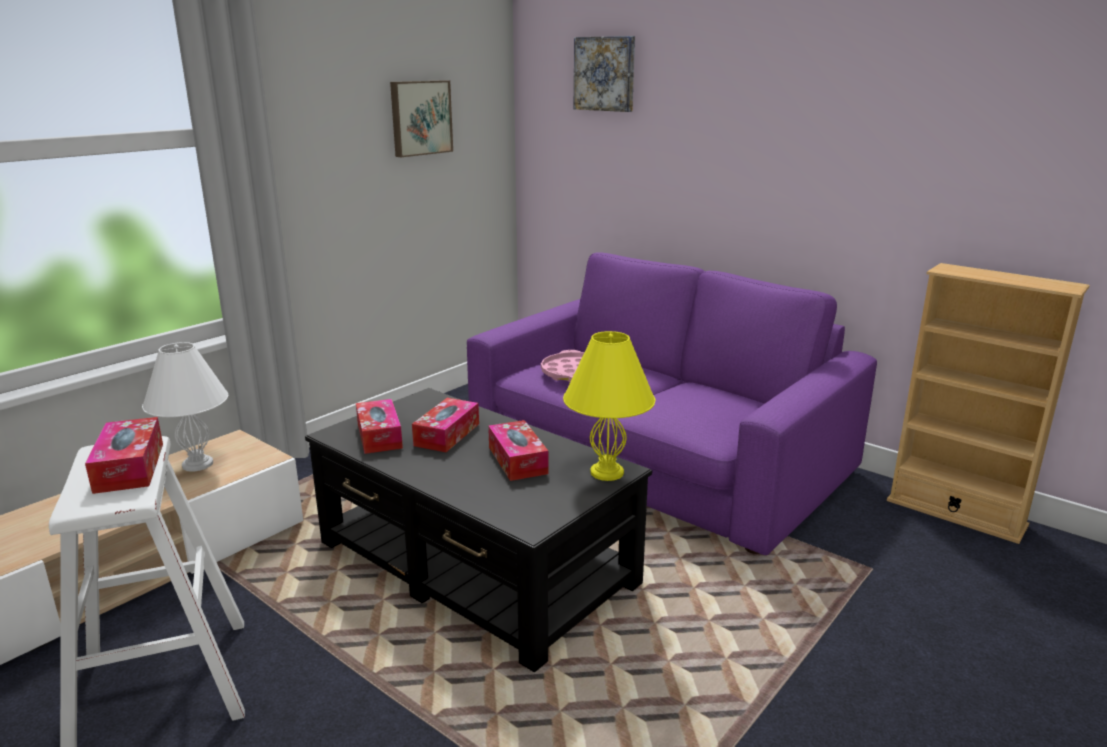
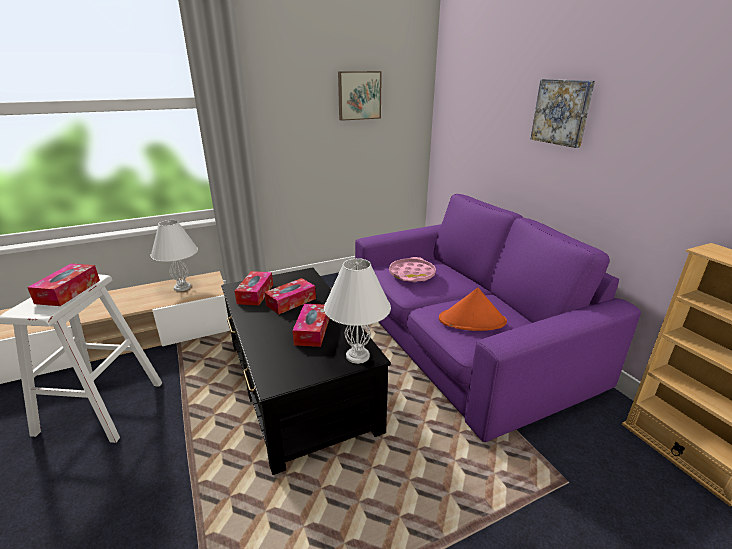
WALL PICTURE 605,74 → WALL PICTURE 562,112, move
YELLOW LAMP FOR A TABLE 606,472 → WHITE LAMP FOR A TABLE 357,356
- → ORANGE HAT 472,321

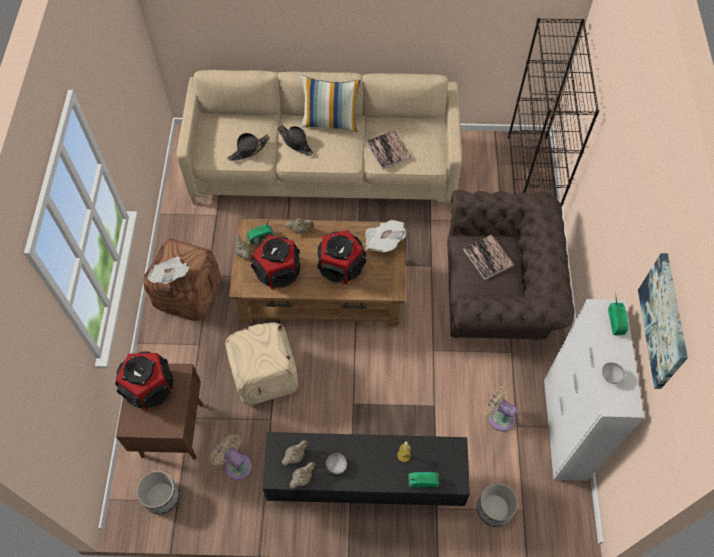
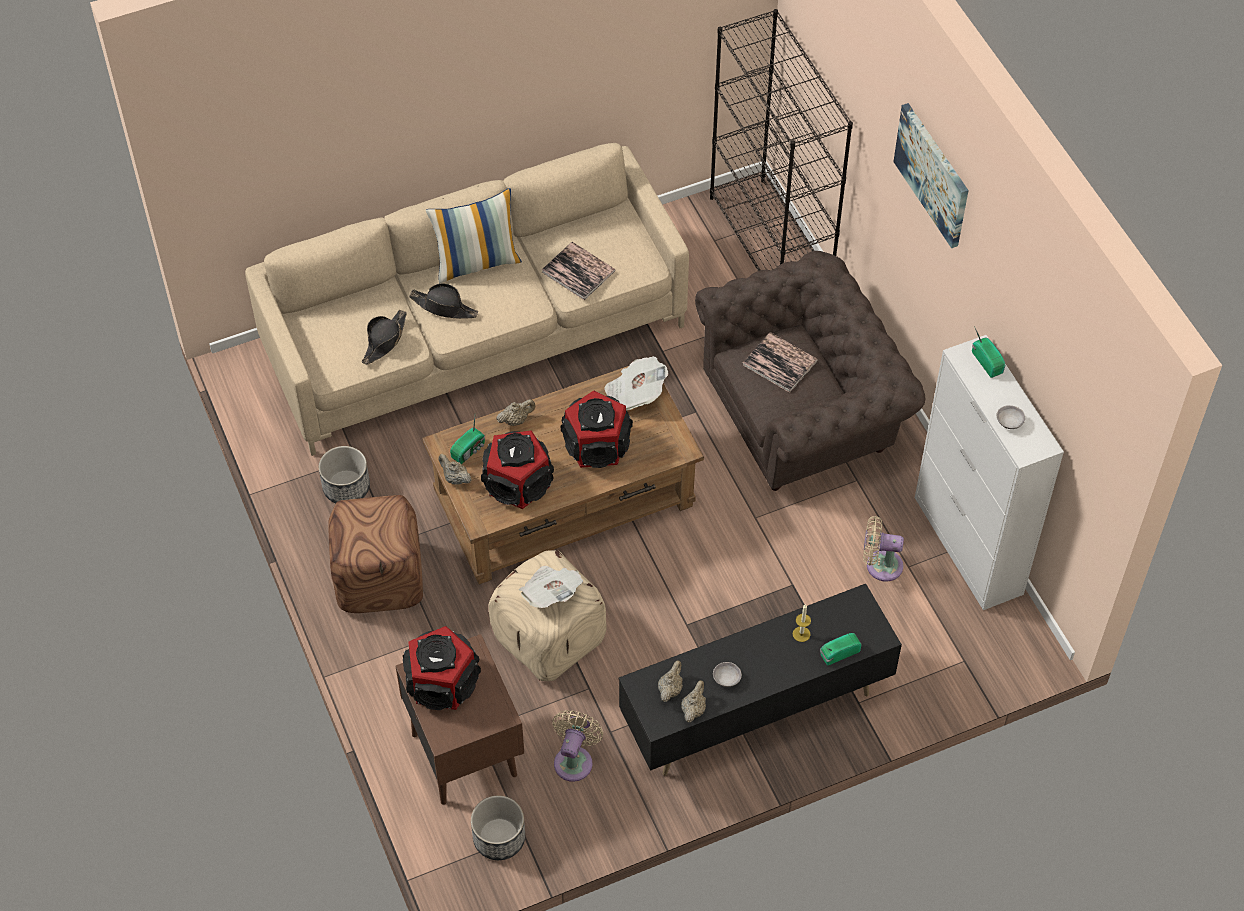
WALL PICTURE 664,321 → WALL PICTURE 933,174, move
DAILY PAPER 171,276 → DAILY PAPER 551,594, move
SAND-COLOURED FAN 236,464 → SAND-COLOURED FAN 574,760, 90 degrees clockwise
PLANT POT 494,509 → PLANT POT 346,487, move

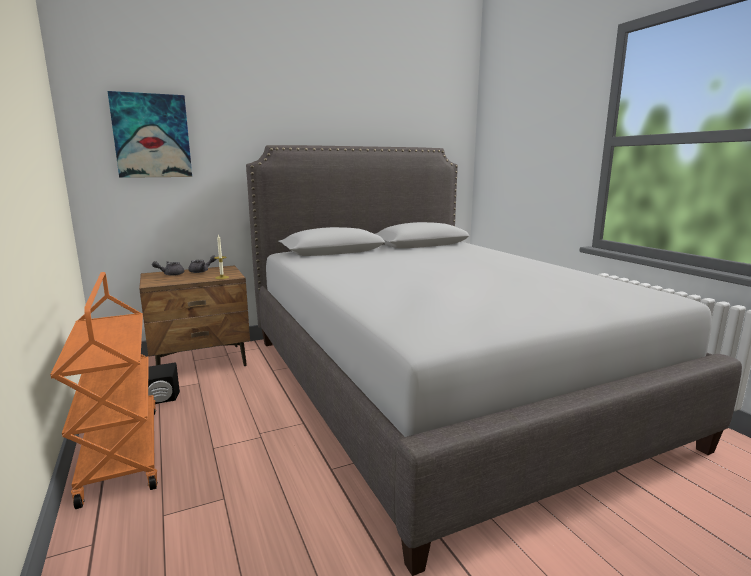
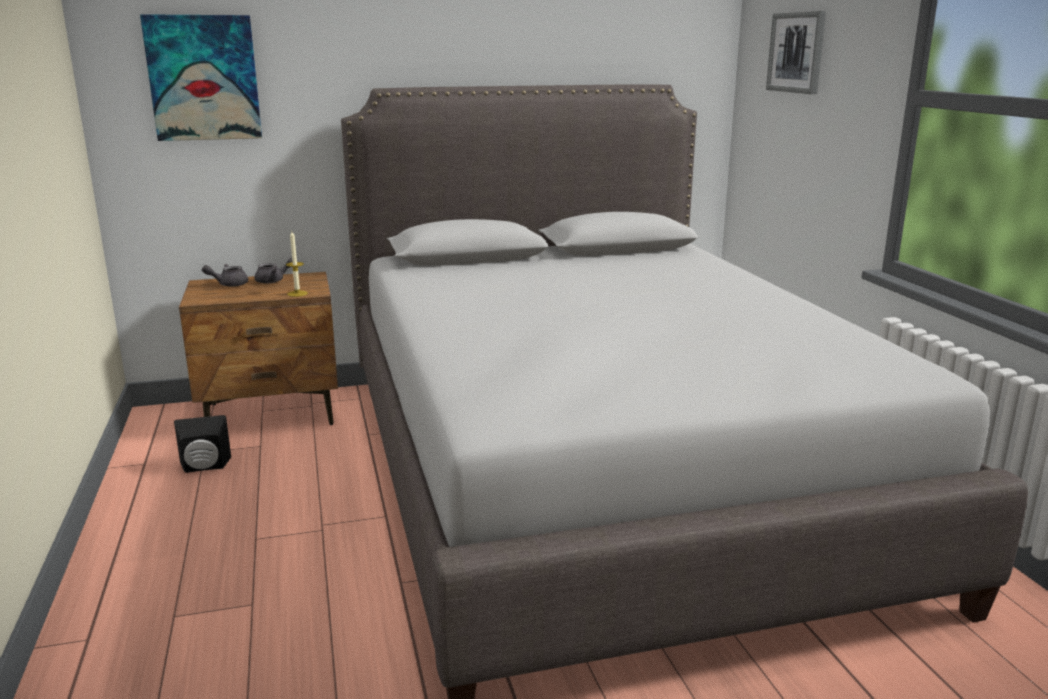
ORANGE TROLLEY 120,452 → -
- → WALL PICTURE 797,52

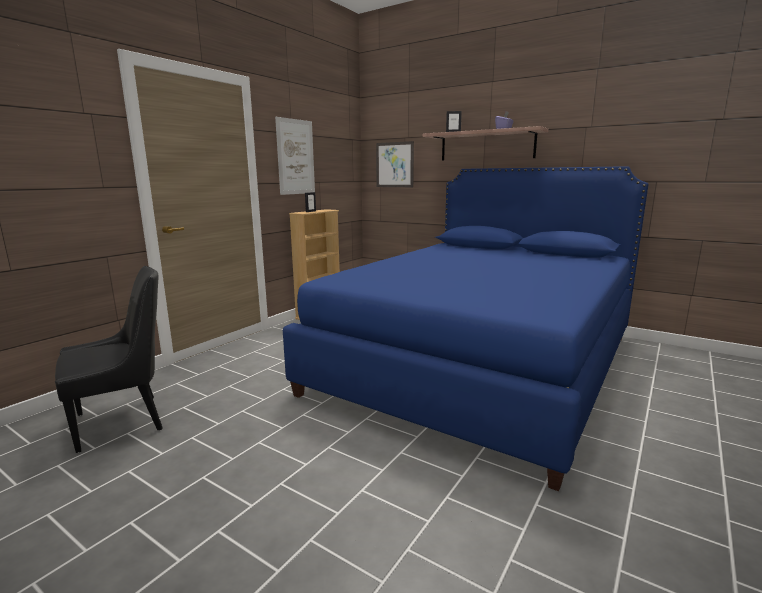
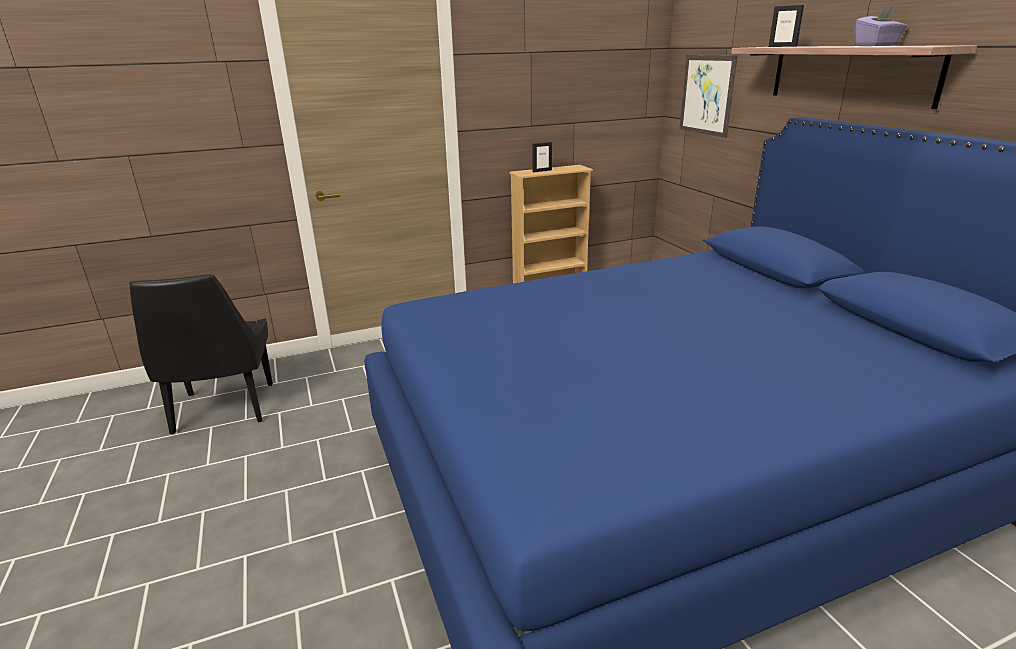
WALL PICTURE 295,157 → -
BLACK PLAIN CHAIR 124,421 → BLACK PLAIN CHAIR 223,410, 75 degrees clockwise

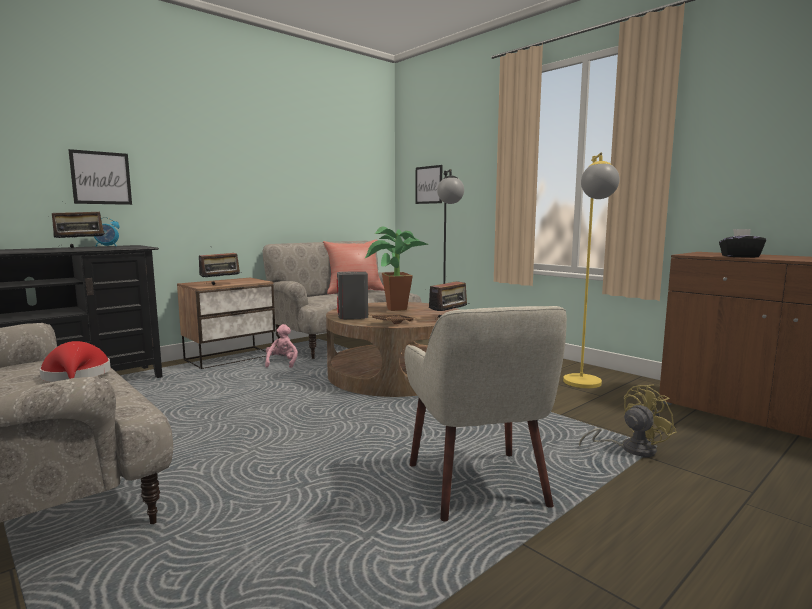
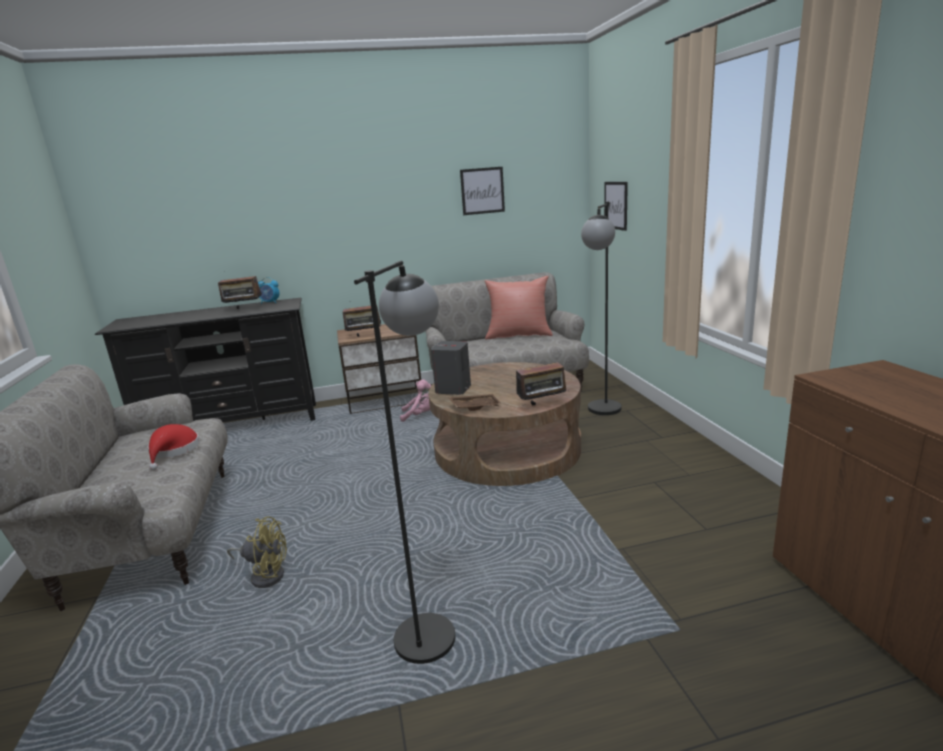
WALL PICTURE 101,178 → WALL PICTURE 482,191, move
YELLOW FLOOR LAMP 584,386 → -
POTTED PLANT 395,310 → -
BLACK TISSUE HOLDER 740,256 → -
SAND-COLOURED EASY CHAIR 478,486 → BLACK FLOOR LAMP 432,623
PINKISH CUDDLY TOY 282,363 → PINKISH CUDDLY TOY 419,415, 60 degrees clockwise
YELLOW FAN 630,449 → YELLOW FAN 265,575, move

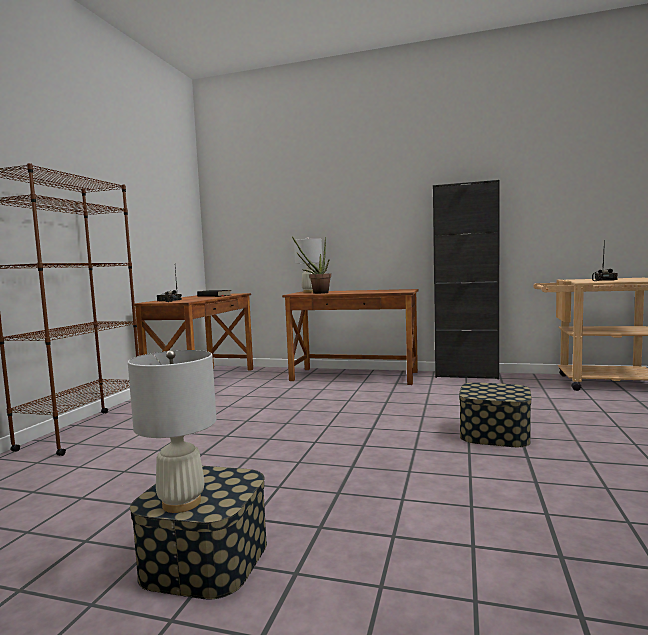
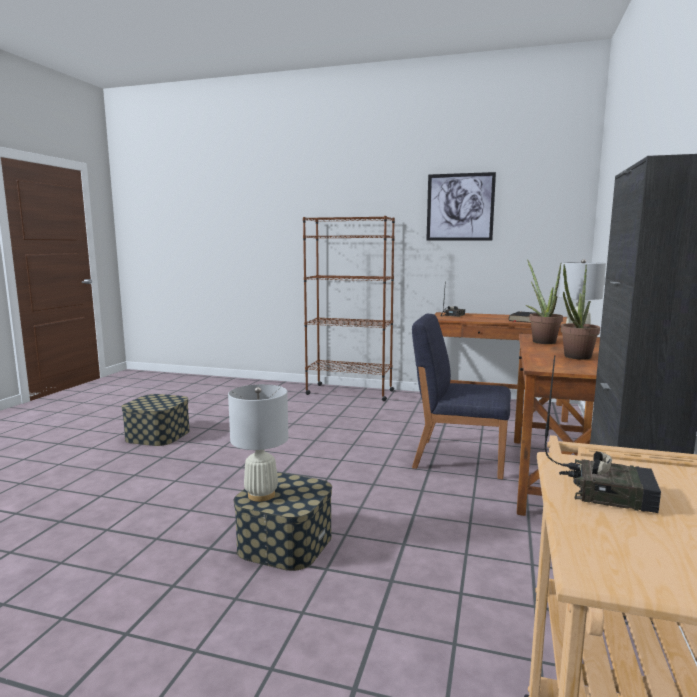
WHITE LAMP FOR A TABLE 181,503 → WHITE LAMP FOR A TABLE 261,495, move
- → WALL PICTURE 460,207
- → POTTED PLANT 574,357
- → BLUISH PLAIN CHAIR 458,458

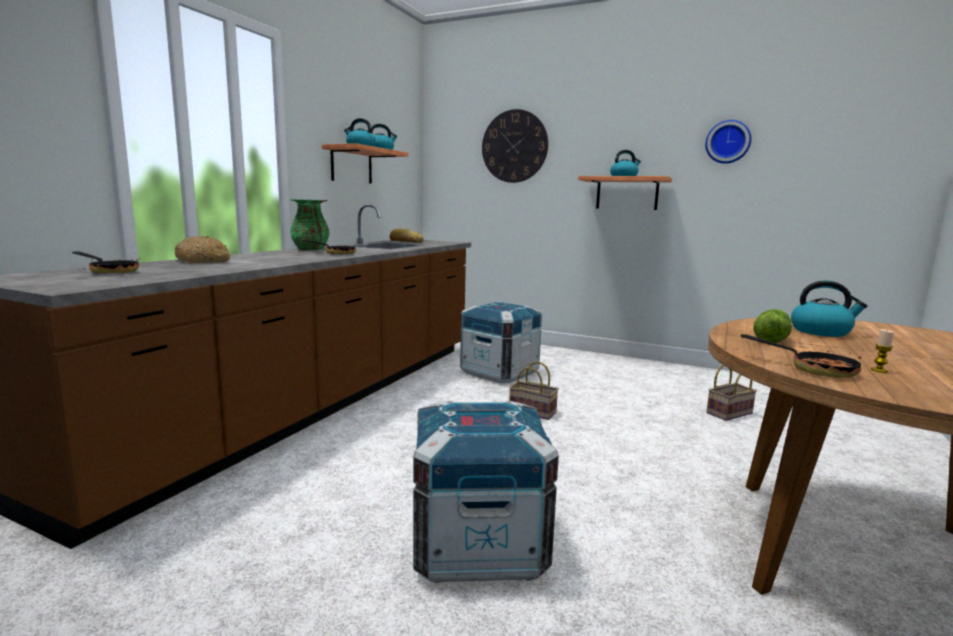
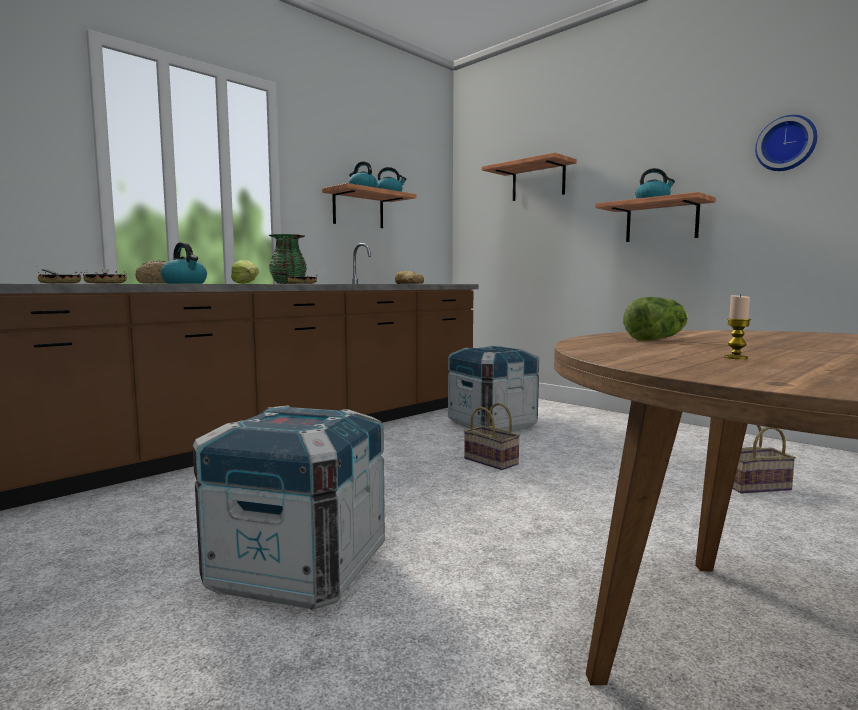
WALL CLOCK 514,146 → BRACKET SHELF 538,181
TEA KETTLE 821,331 → TEA KETTLE 185,283, move
SKILLET 813,369 → SKILLET 106,283, move
- → LETTUCE HEAD 247,283

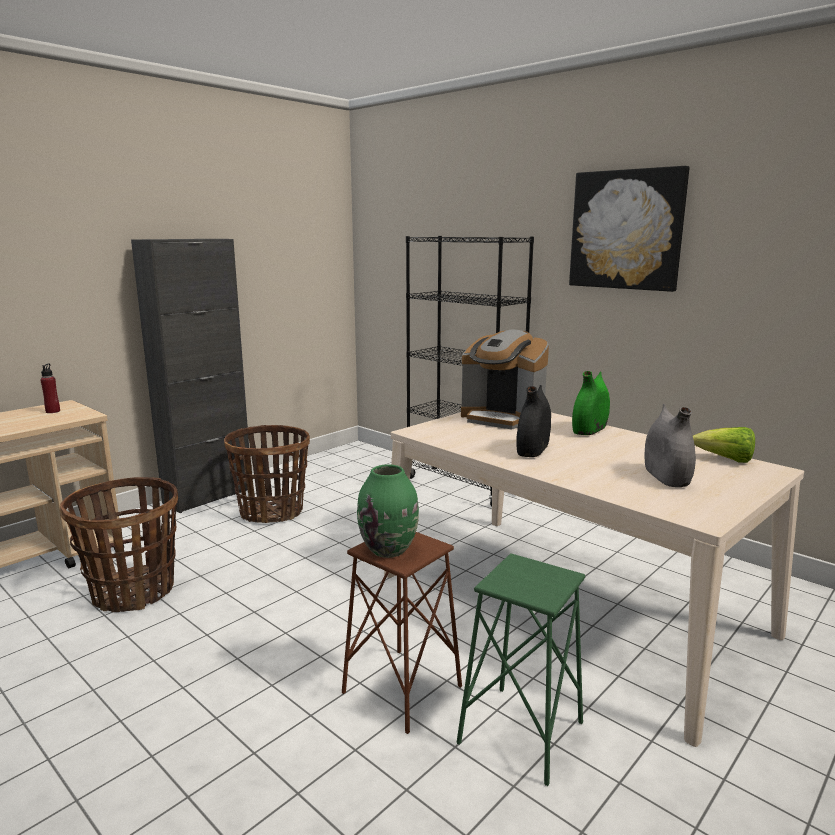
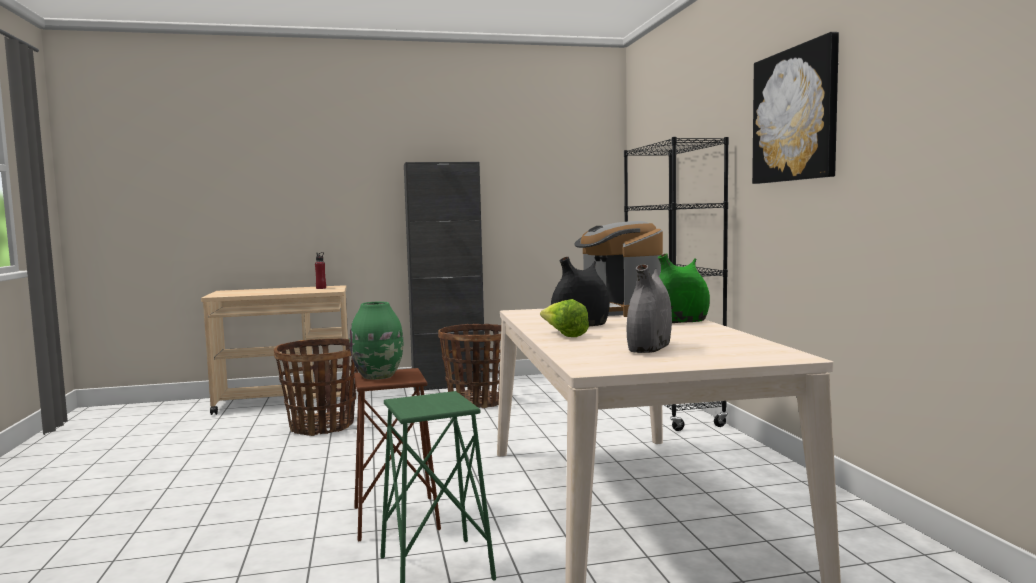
LETTUCE HEAD 725,460 → LETTUCE HEAD 564,335, move

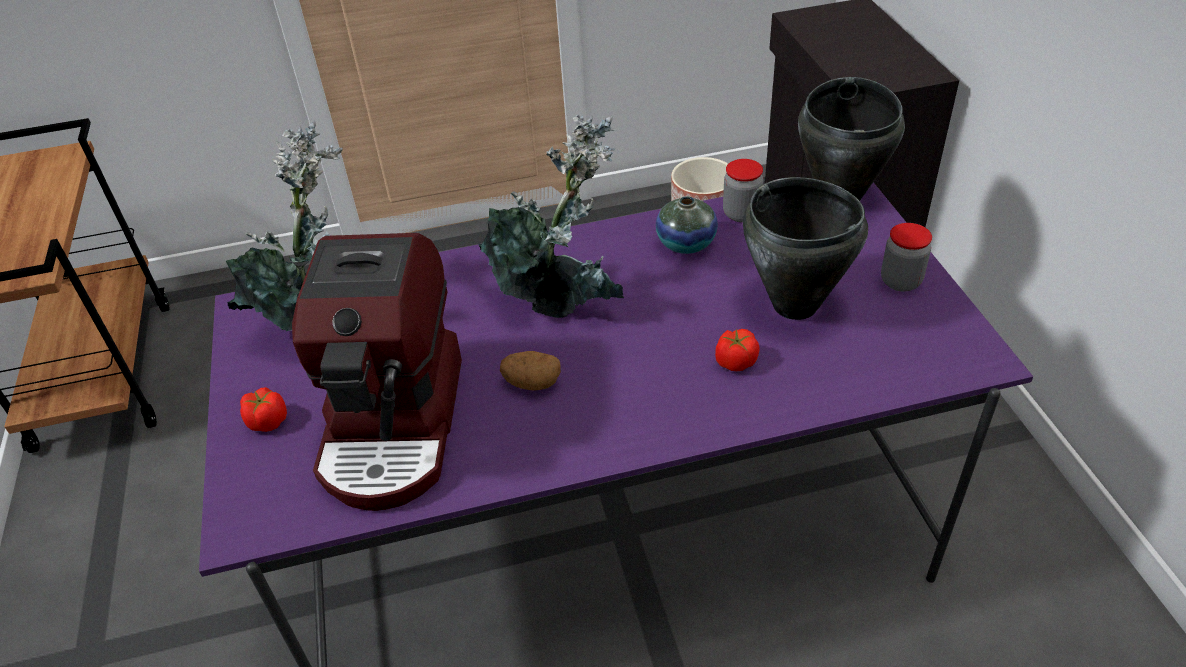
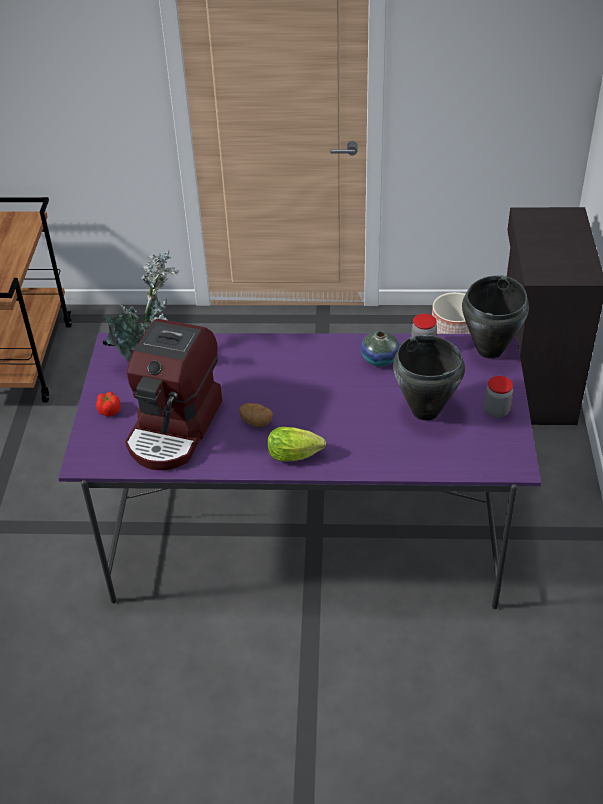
POTTED PLANT 561,301 → -
FRESH TOMATO 735,362 → -
- → LETTUCE HEAD 297,455

